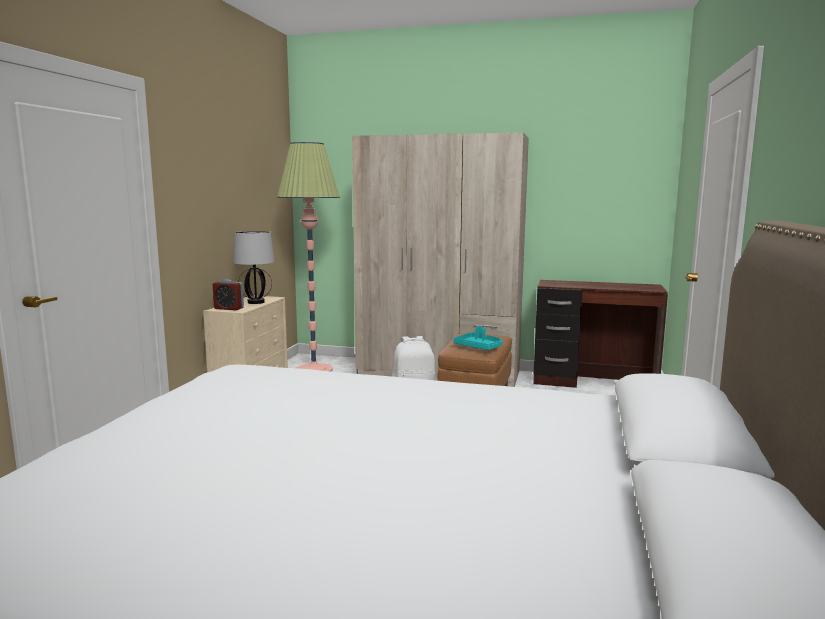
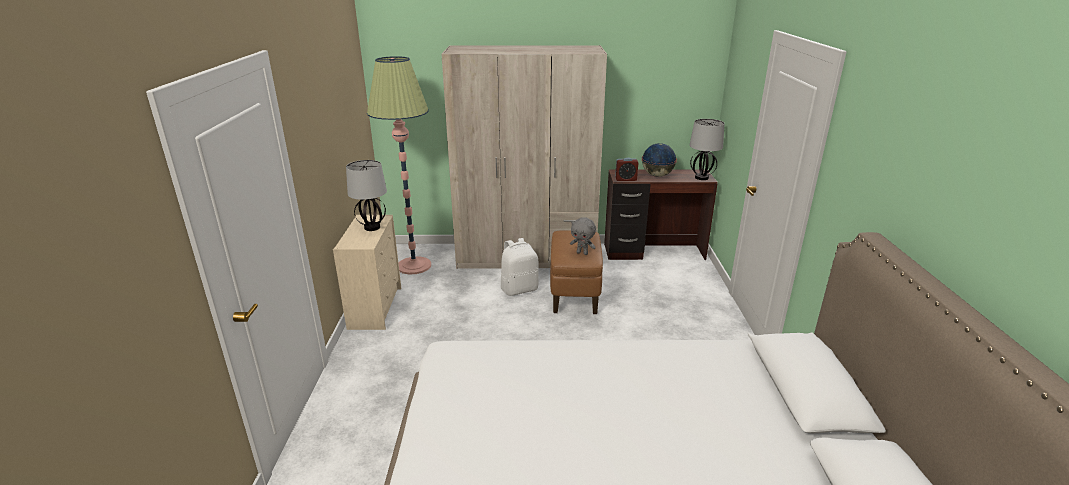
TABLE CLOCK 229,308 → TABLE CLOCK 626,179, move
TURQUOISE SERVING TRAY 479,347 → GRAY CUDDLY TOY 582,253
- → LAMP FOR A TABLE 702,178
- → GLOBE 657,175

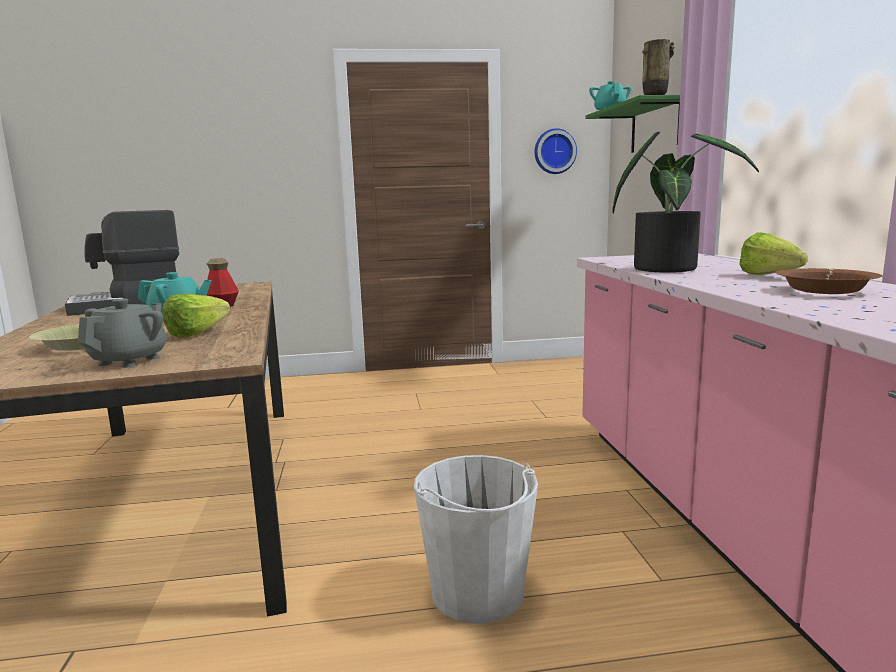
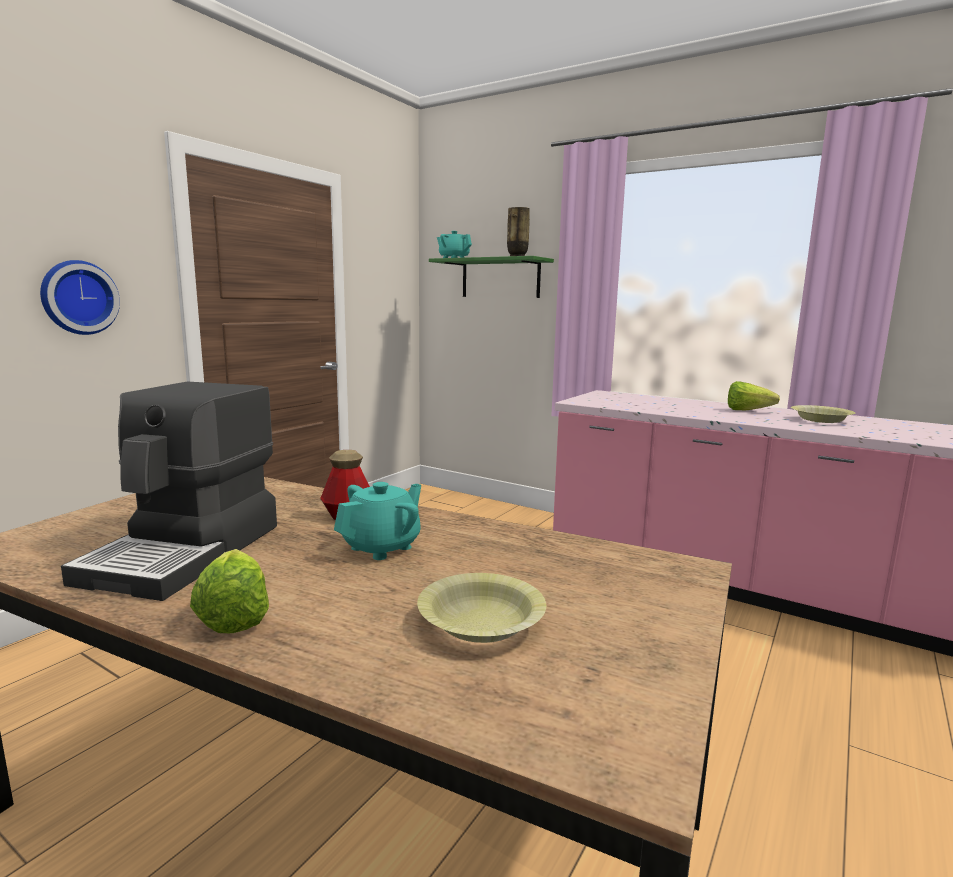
WALL CLOCK 554,151 → WALL CLOCK 78,297, move
POTTED PLANT 669,268 → -
BROWN-COLOURED BOWL 825,291 → YELLOW BOWL 820,420
LETTUCE HEAD 203,333 → LETTUCE HEAD 238,611, move
GRAY TEA POT 130,360 → -
WHITE BUCKET 478,593 → -

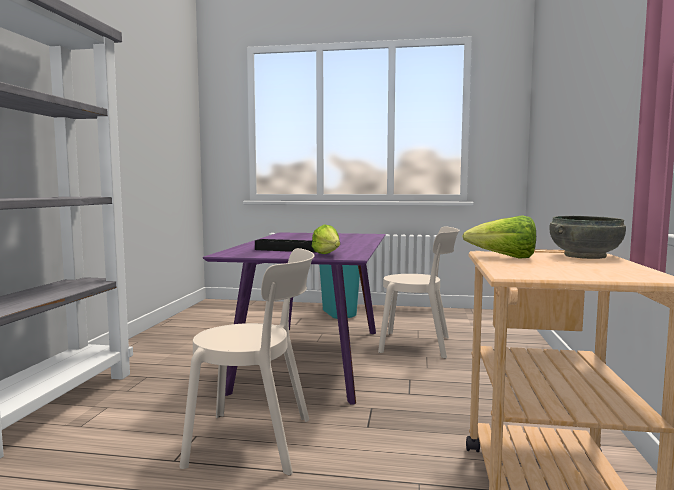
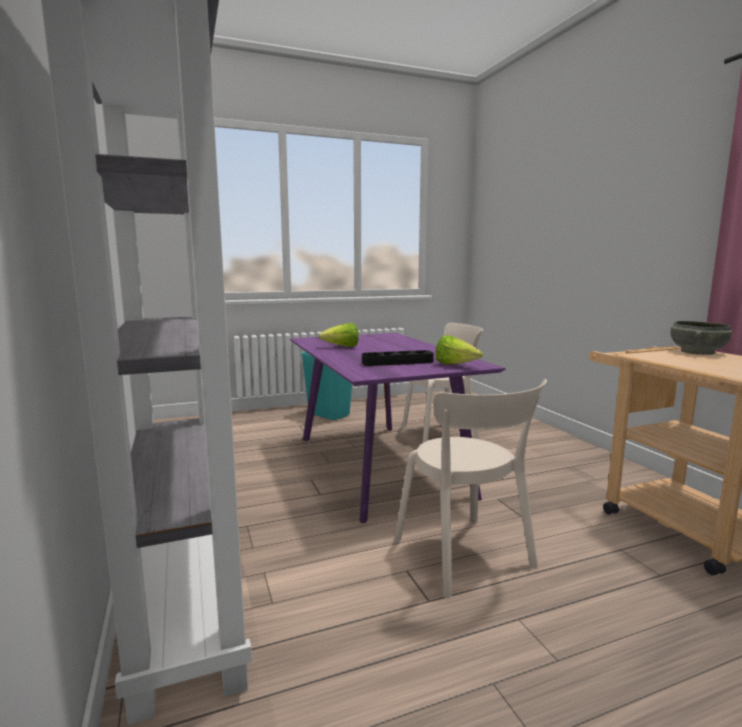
LETTUCE HEAD 504,258 → LETTUCE HEAD 342,347, move
SAND-COLOURED PLAIN CHAIR 257,442 → SAND-COLOURED PLAIN CHAIR 466,557, 90 degrees clockwise

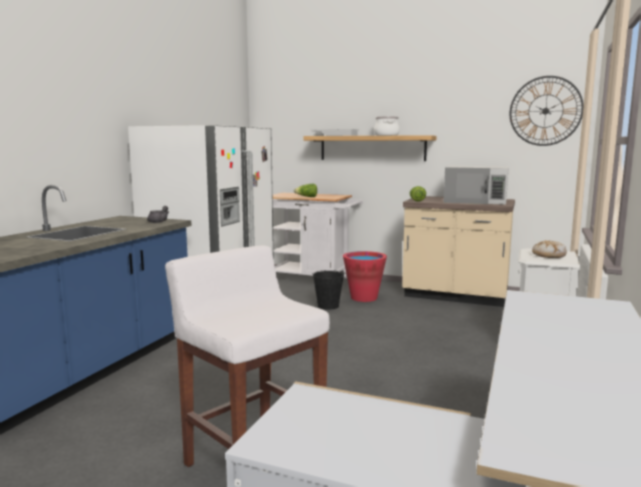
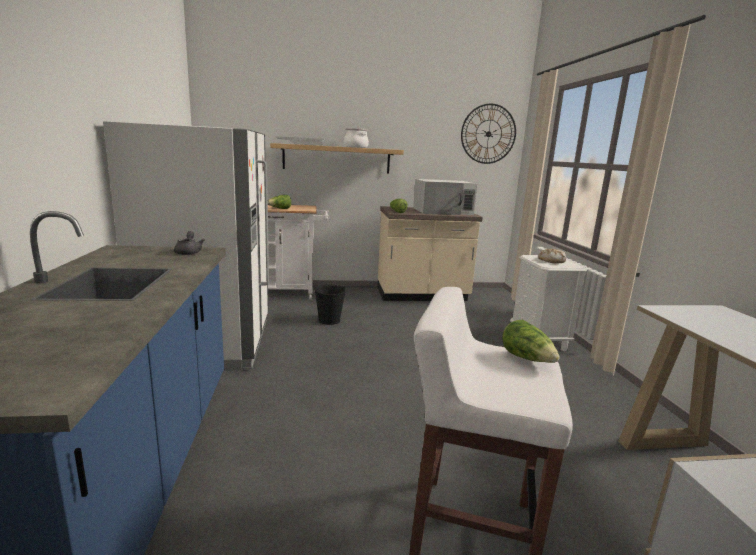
REDDISH BUCKET 364,298 → -
- → LETTUCE HEAD 527,359

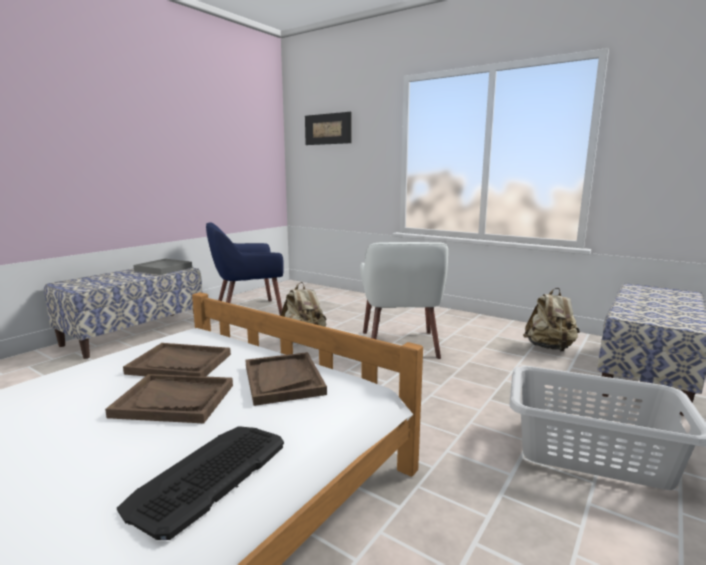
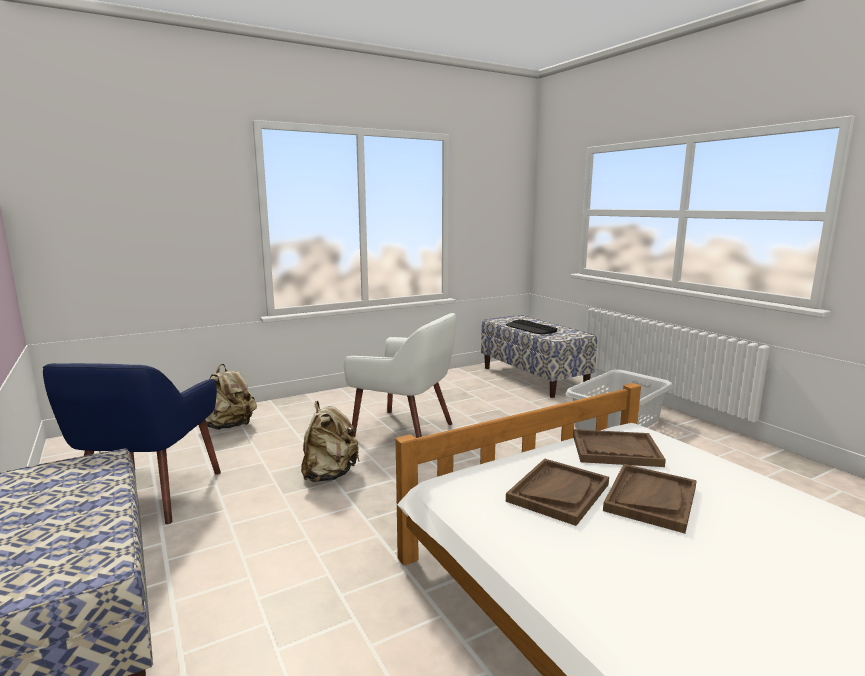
WALL PICTURE 327,129 → -
GRAY SERVING TRAY 163,269 → -
SAND-COLOURED KNAPSACK 549,348 → SAND-COLOURED KNAPSACK 230,426, move
KEYBOARD 208,475 → KEYBOARD 531,328, move

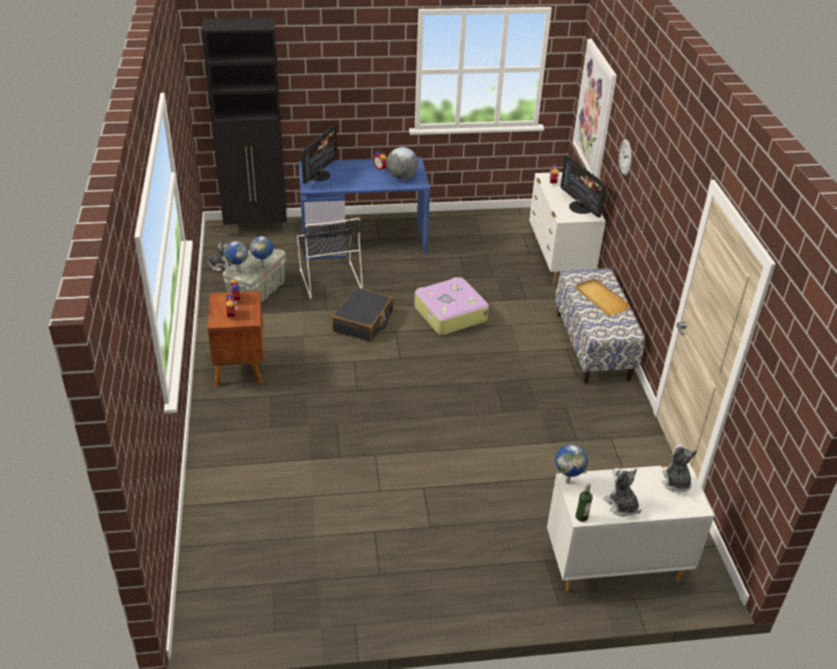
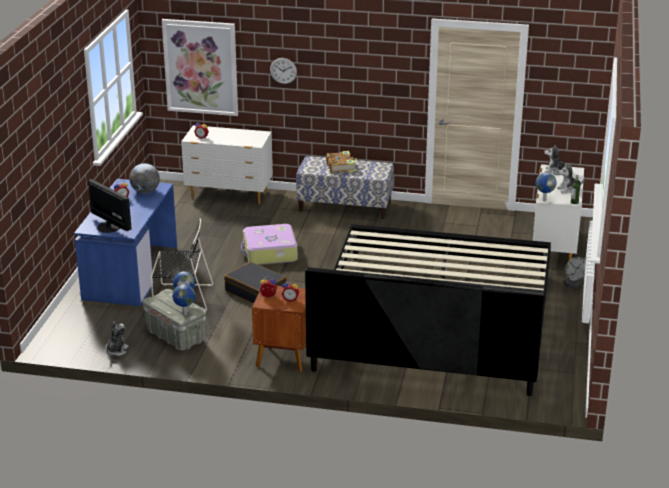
BLACK STORAGE CABINET 257,228 → -
MONITOR 581,207 → -
SAND-COLOURED SERVING TRAY 600,298 → VOLUME 340,166
- → BED 434,321
- → GRAY FAN 573,285

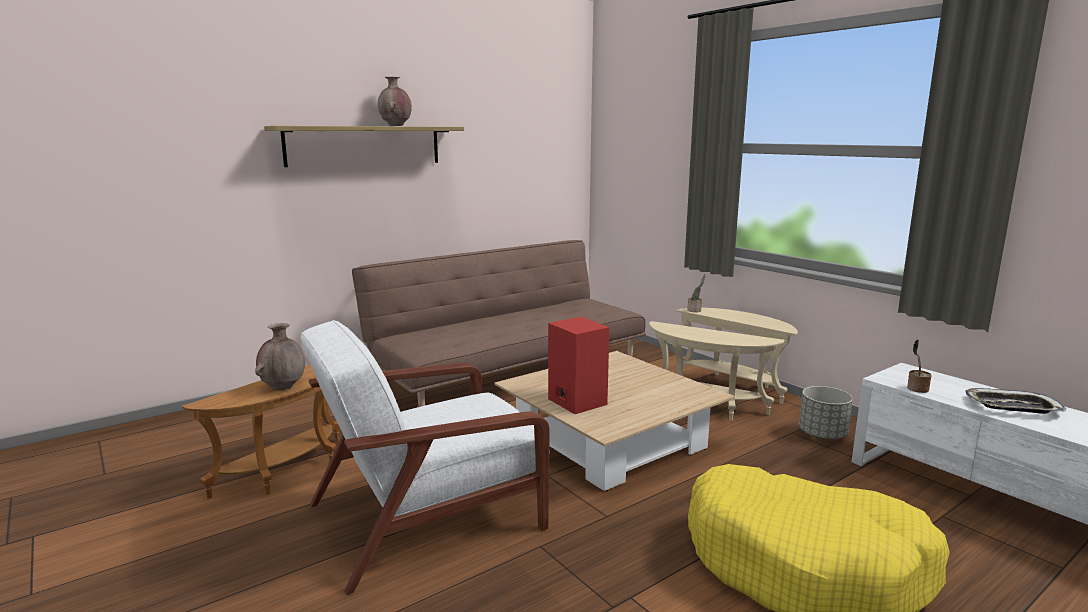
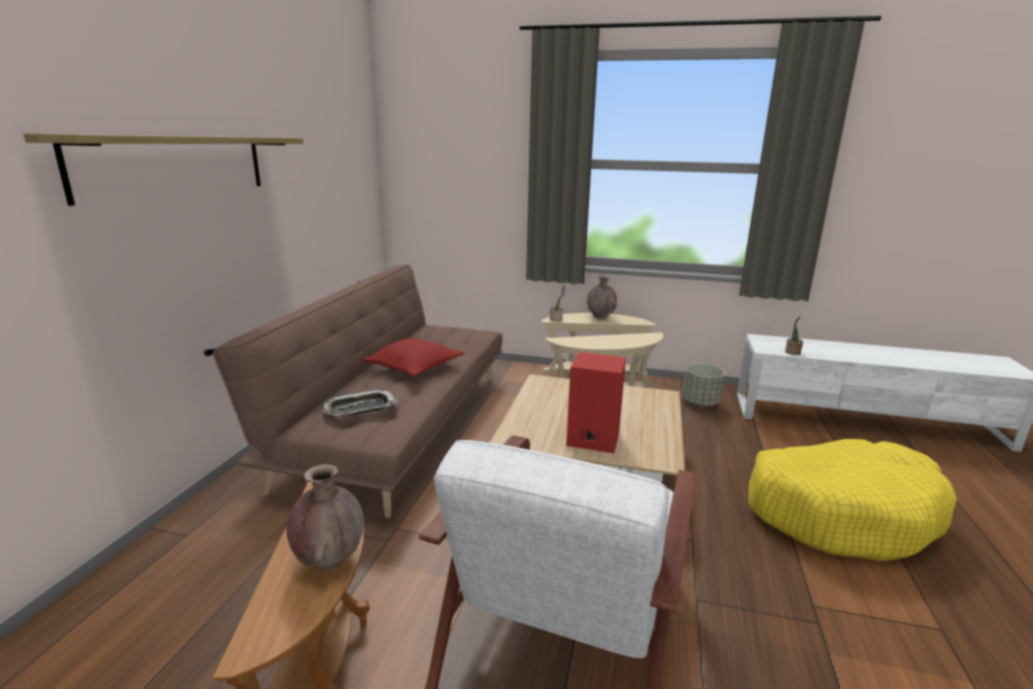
BROWN-COLOURED DECORATIVE VASE 396,126 → BROWN-COLOURED DECORATIVE VASE 600,317, move
SERVING TRAY 1012,407 → SERVING TRAY 360,409, move
- → REDDISH THROW PILLOW 414,367

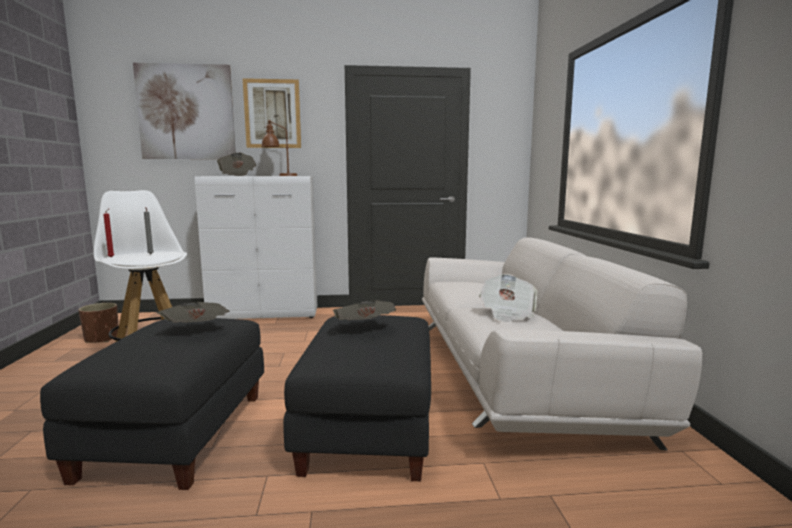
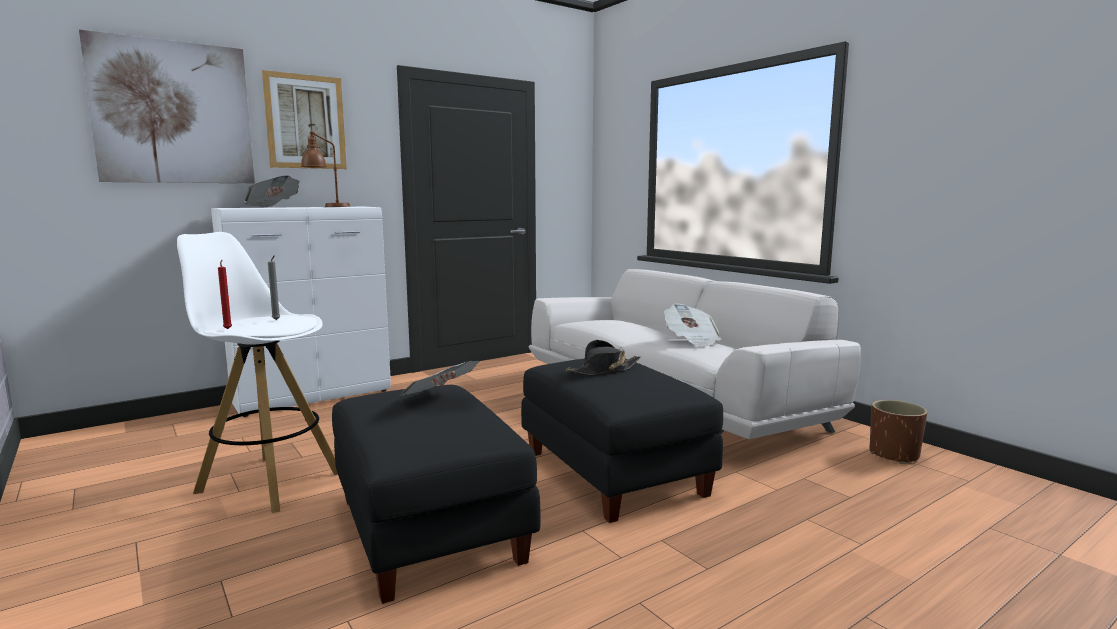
DAILY PAPER 364,328 → BLACK HAT 603,370
BROWN-COLOURED PLANT POT 102,339 → BROWN-COLOURED PLANT POT 894,455, move

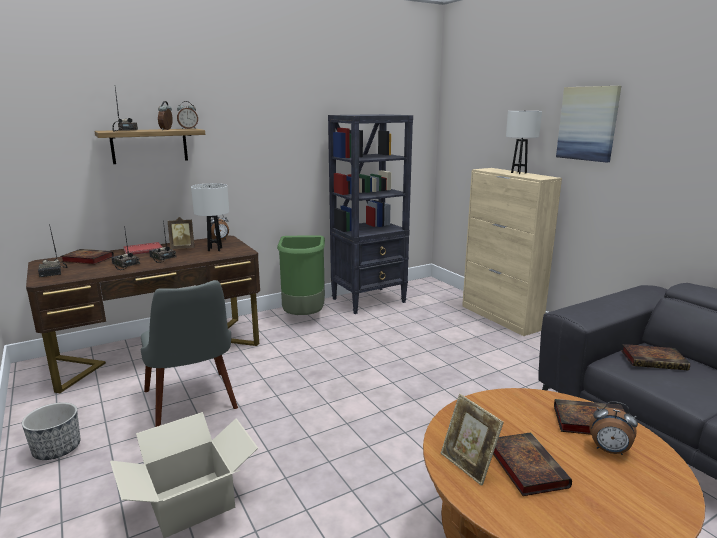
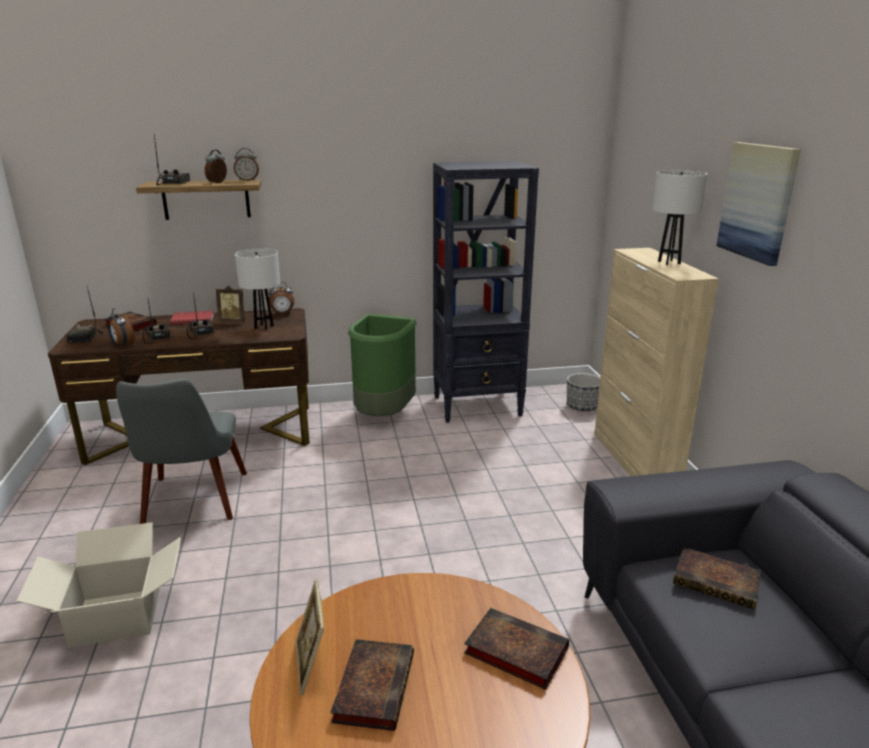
TABLE CLOCK 609,451 → TABLE CLOCK 123,345, move
PLANT POT 57,449 → PLANT POT 582,407, move

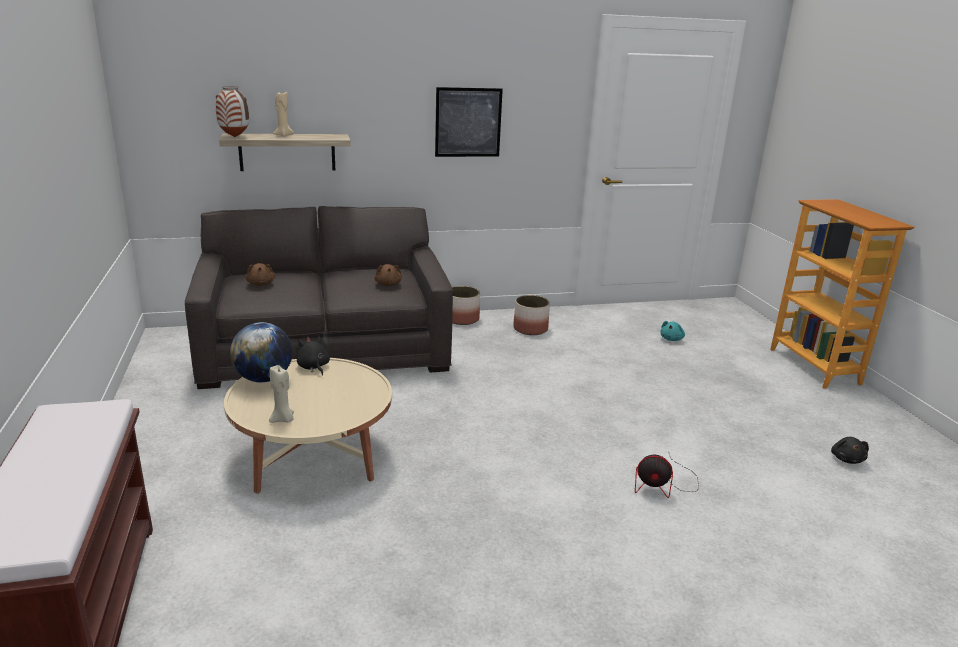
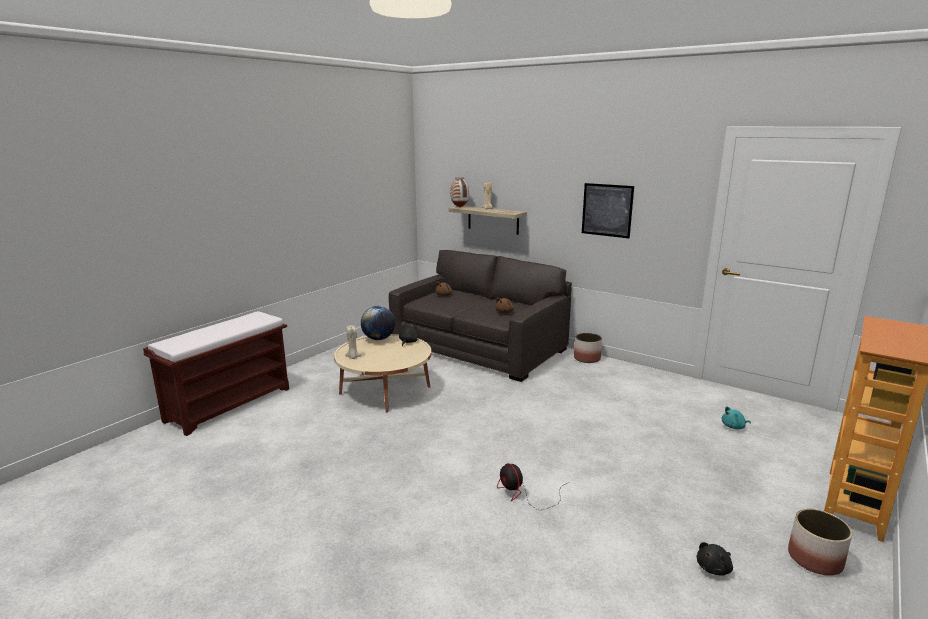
PLANT POT 530,329 → PLANT POT 814,559, move

